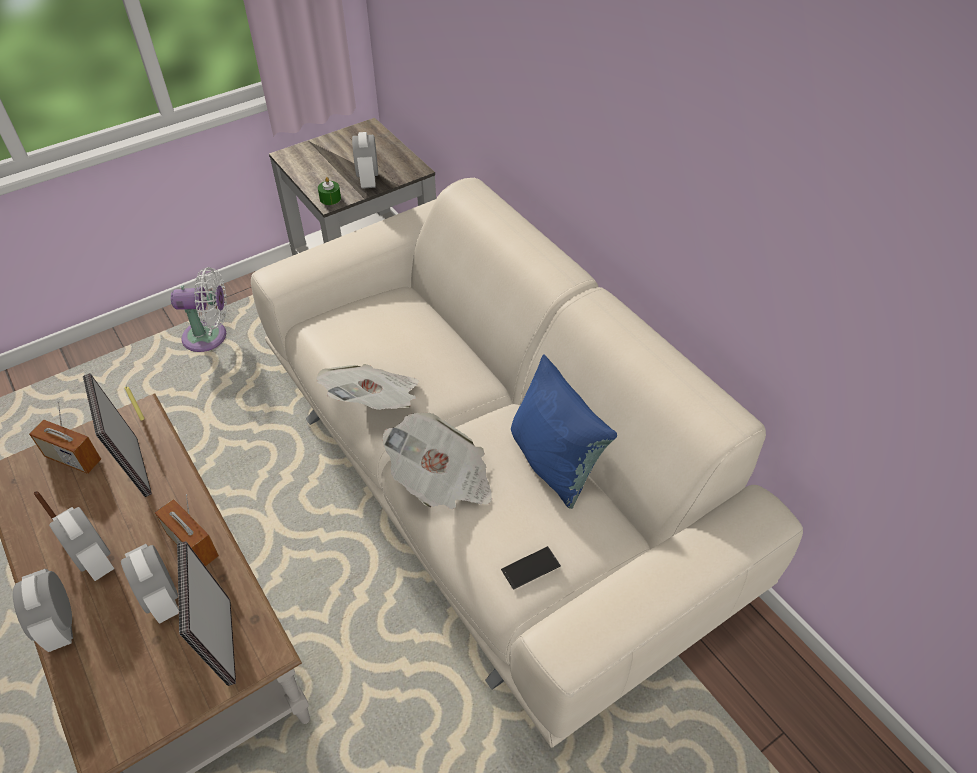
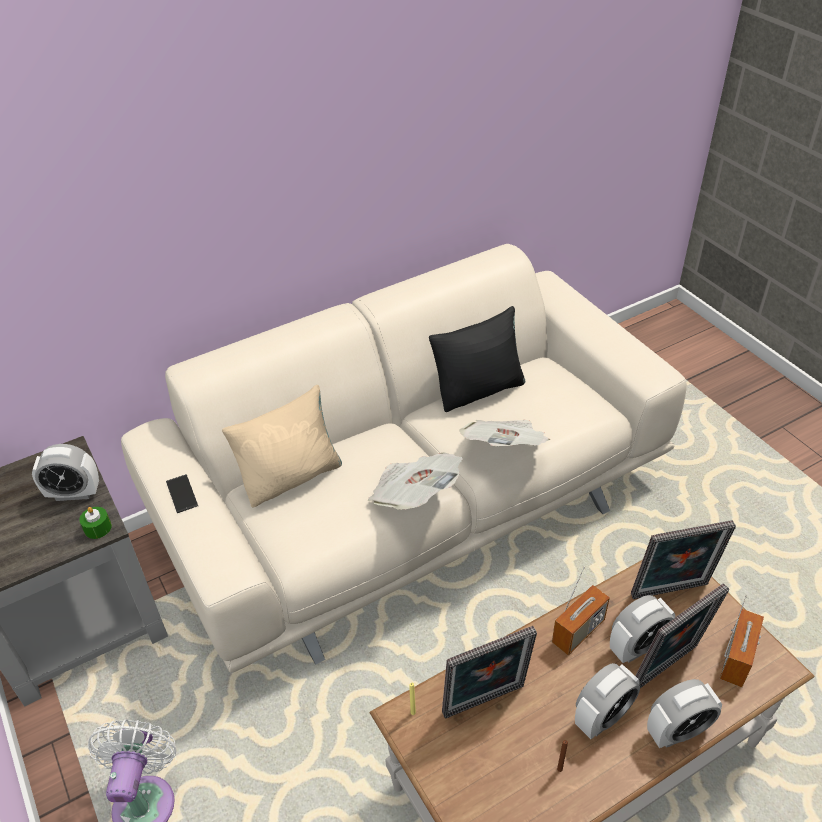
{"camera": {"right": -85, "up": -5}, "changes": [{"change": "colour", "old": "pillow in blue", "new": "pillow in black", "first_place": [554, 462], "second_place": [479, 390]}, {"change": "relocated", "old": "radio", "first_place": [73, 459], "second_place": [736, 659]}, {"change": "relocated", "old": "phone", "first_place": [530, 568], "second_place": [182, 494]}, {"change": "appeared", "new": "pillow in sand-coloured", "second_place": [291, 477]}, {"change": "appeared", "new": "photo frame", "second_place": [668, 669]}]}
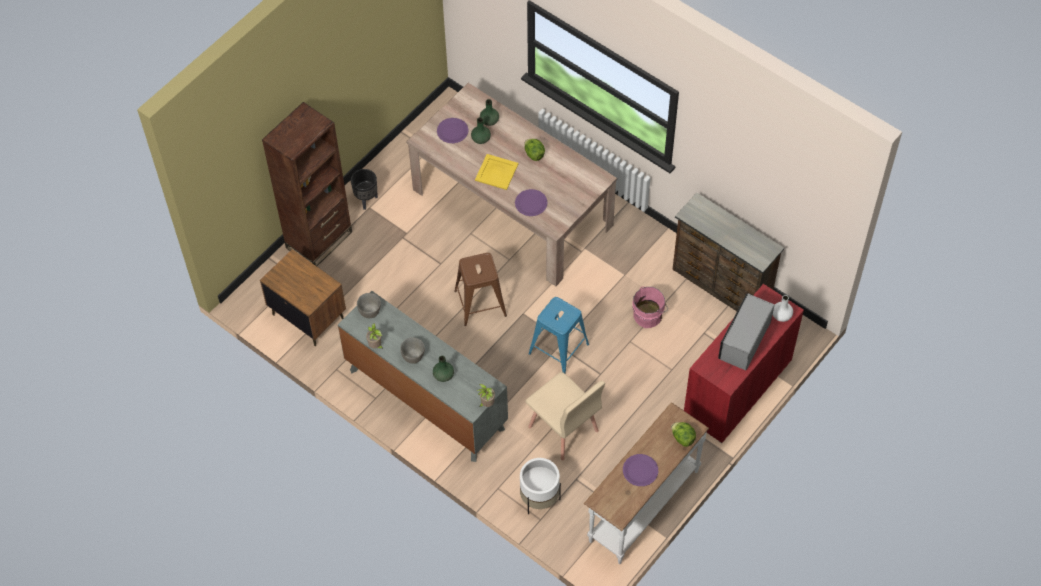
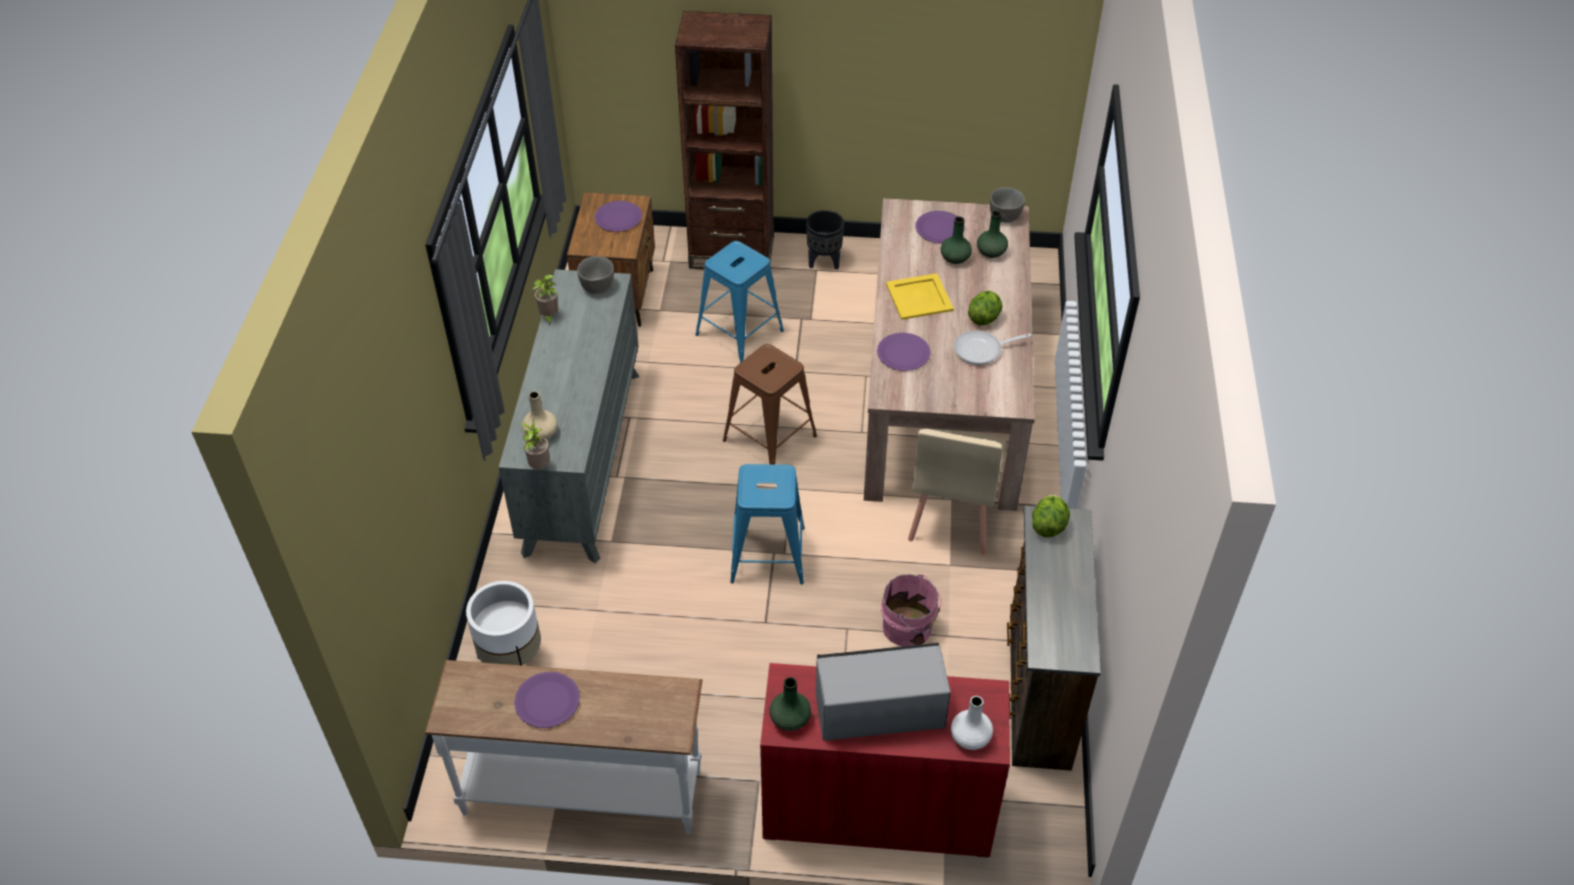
{"camera": {"right": 55, "up": -10}, "changes": [{"change": "relocated", "old": "serving bowl in greyish", "first_place": [413, 356], "second_place": [1005, 216]}, {"change": "relocated", "old": "flower vase in green-coloured", "first_place": [443, 375], "second_place": [790, 719]}, {"change": "relocated", "old": "chair in sand-coloured", "first_place": [563, 429], "second_place": [952, 518]}, {"change": "relocated", "old": "lettuce head", "first_place": [682, 438], "second_place": [1048, 525]}, {"change": "appeared", "new": "plate in purple-coloured", "second_place": [618, 218]}, {"change": "appeared", "new": "stool seat in blue", "second_place": [739, 333]}, {"change": "appeared", "new": "frying pan", "second_place": [982, 350]}, {"change": "appeared", "new": "flower vase in sand-coloured", "second_place": [541, 434]}]}
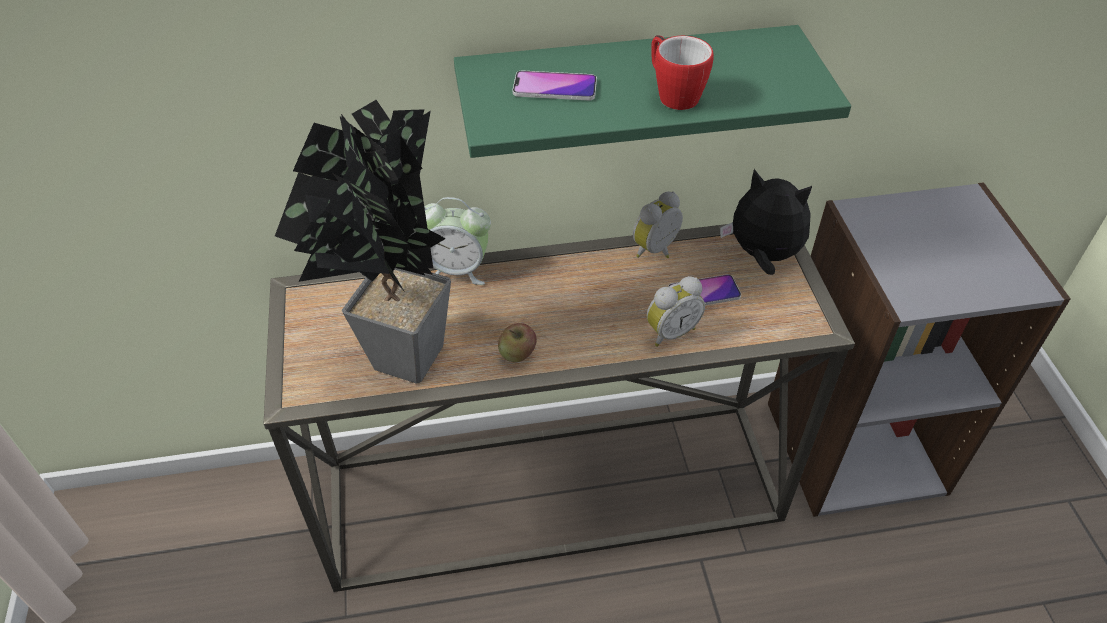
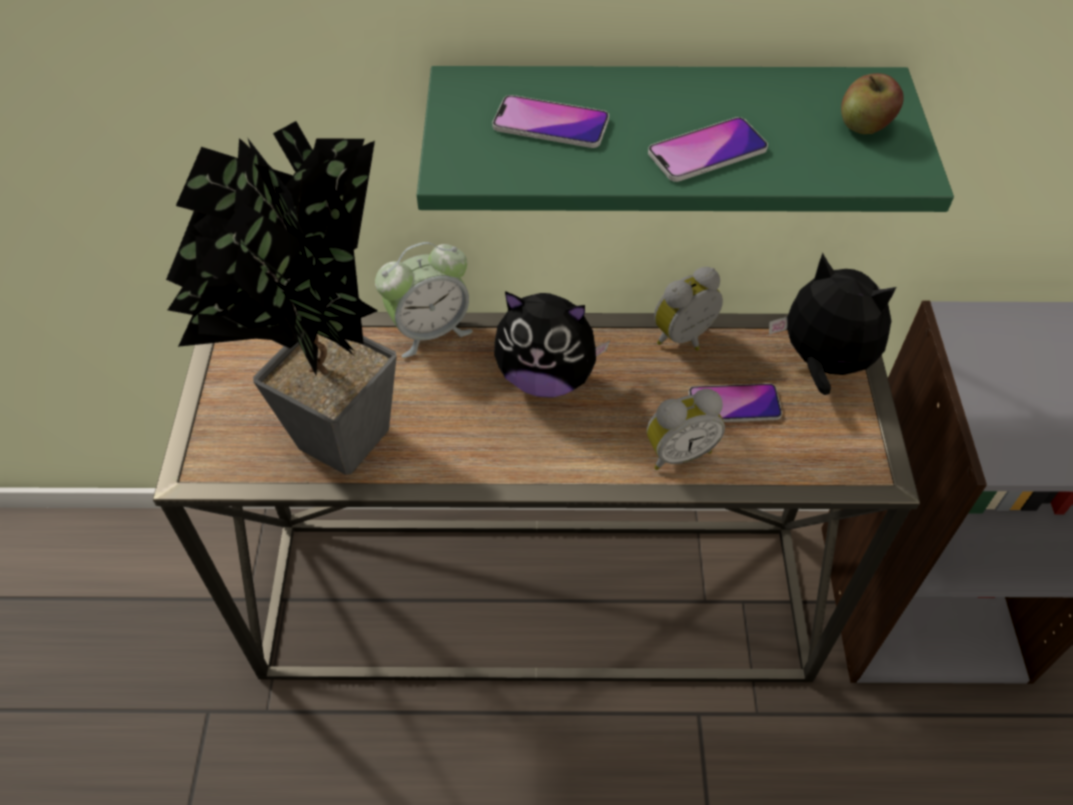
{"camera": {"right": 10, "up": 5}, "changes": [{"change": "exchanged", "old": "coffee mug", "new": "phone", "first_place": [673, 94], "second_place": [707, 151]}, {"change": "spun", "old": "bedside clock", "first_place": [458, 269], "second_place": [429, 330], "degrees": -45}, {"change": "relocated", "old": "apple", "first_place": [517, 353], "second_place": [864, 125]}, {"change": "appeared", "new": "soft toy", "second_place": [546, 377]}]}
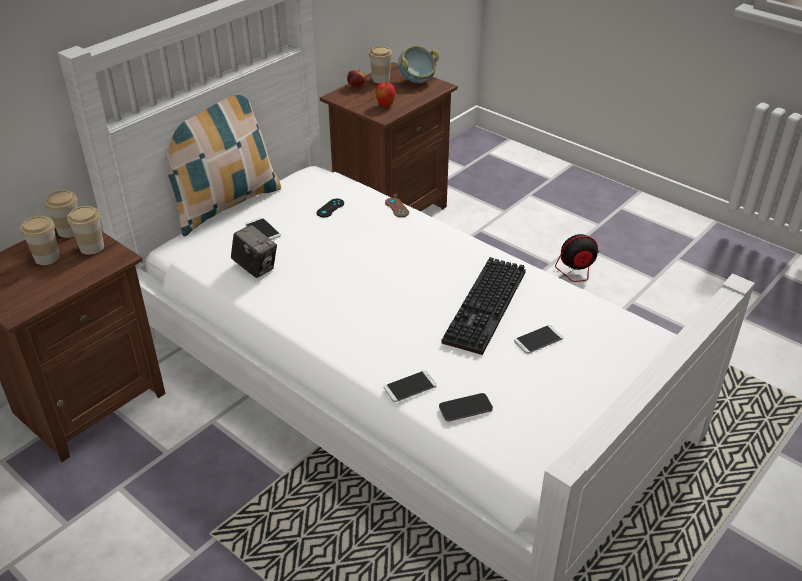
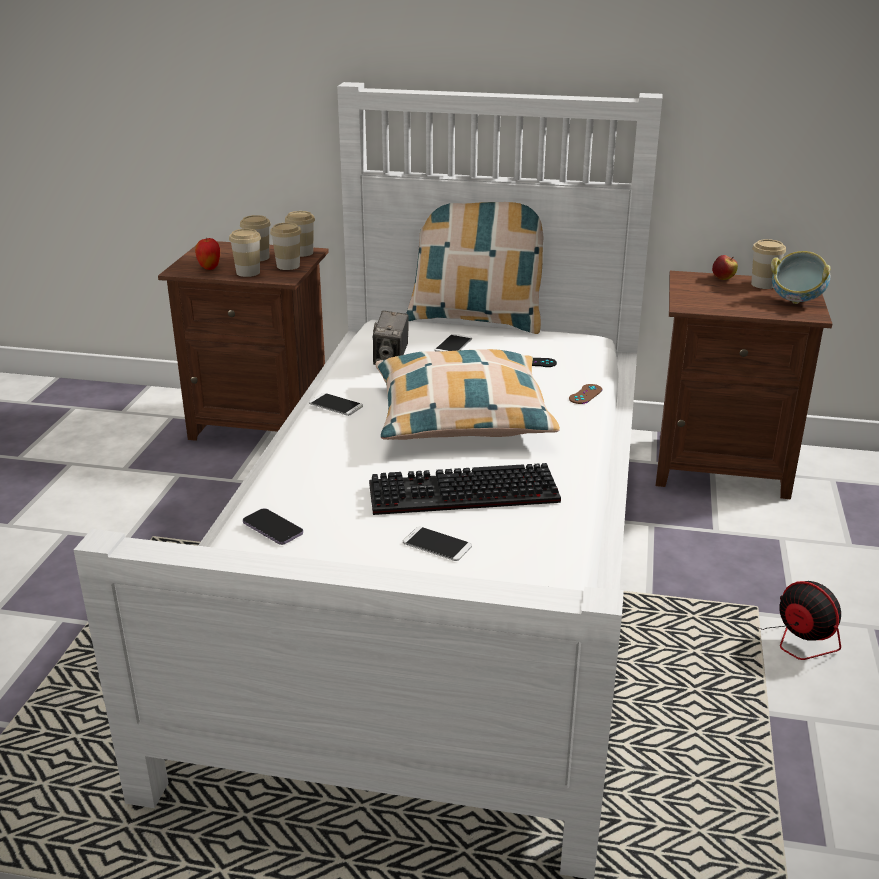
{"camera": {"right": 60, "up": -10}, "changes": [{"change": "relocated", "old": "apple", "first_place": [385, 106], "second_place": [209, 268]}, {"change": "relocated", "old": "phone", "first_place": [410, 387], "second_place": [335, 405]}, {"change": "appeared", "new": "cup", "second_place": [248, 272]}, {"change": "appeared", "new": "pillow", "second_place": [462, 416]}]}
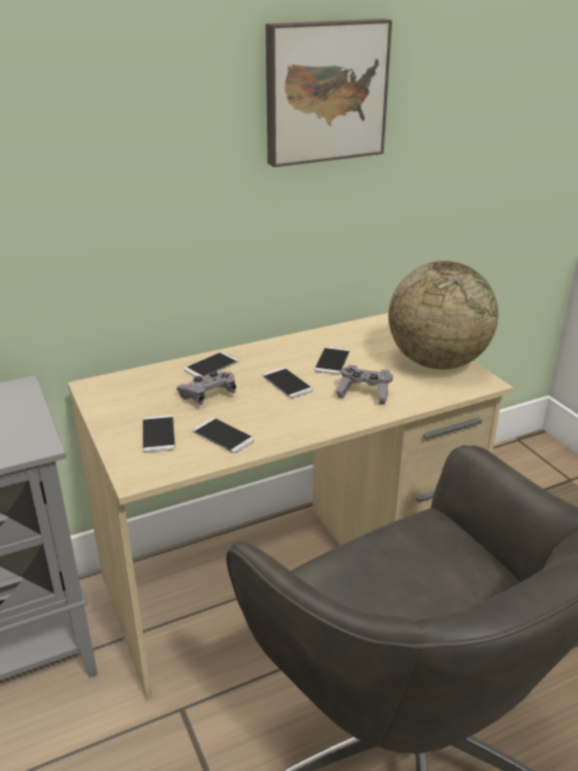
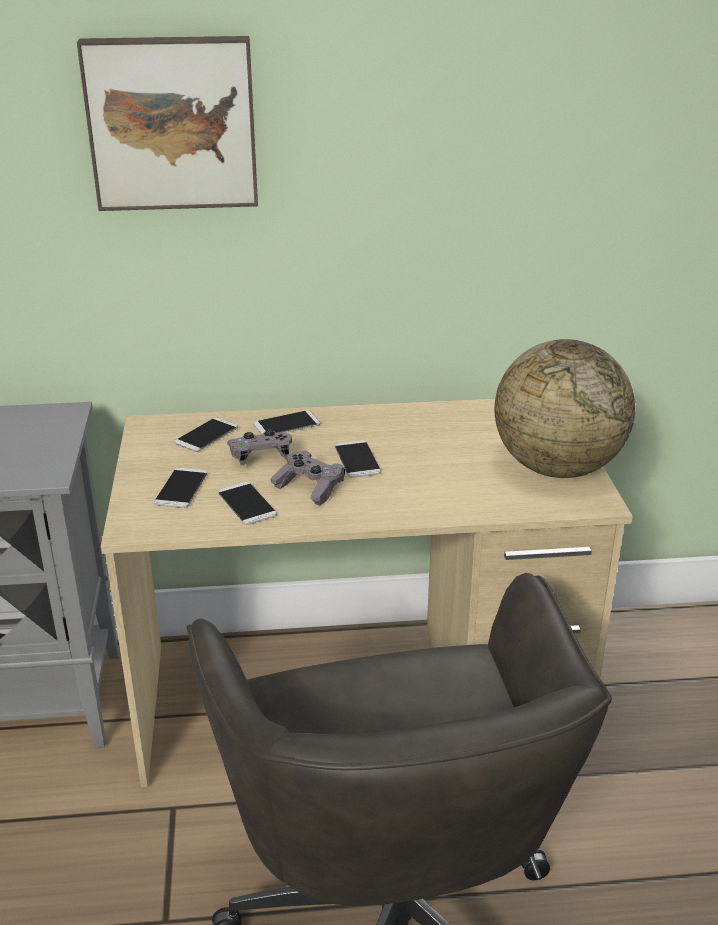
{"camera": {"right": 20, "up": 0}, "changes": [{"change": "relocated", "old": "picture", "first_place": [324, 92], "second_place": [172, 123]}, {"change": "relocated", "old": "phone", "first_place": [332, 361], "second_place": [206, 435]}, {"change": "relocated", "old": "gamepad in greyish", "first_place": [364, 393], "second_place": [309, 488]}]}
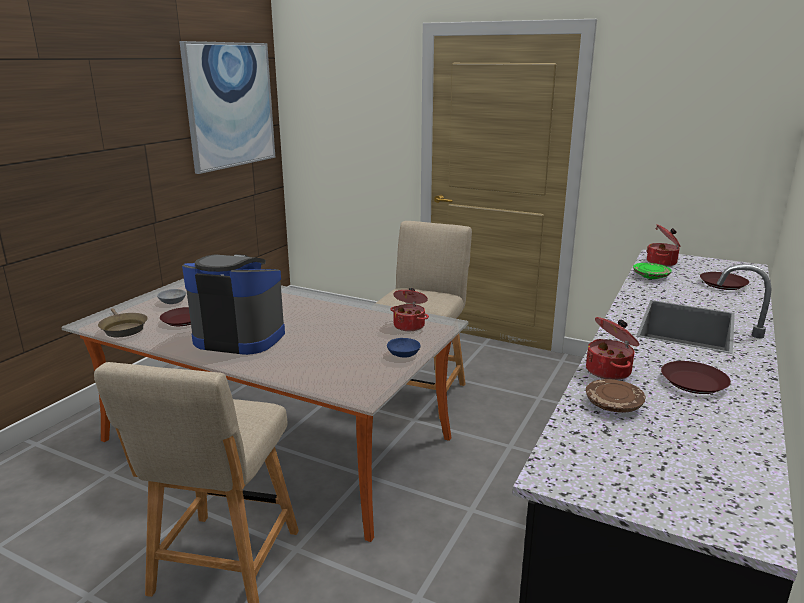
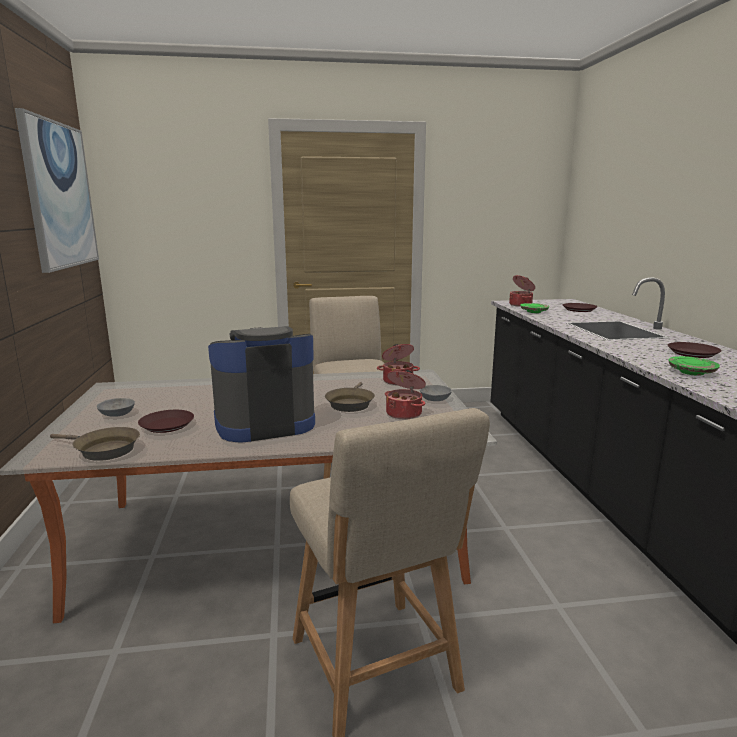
{"camera": {"right": -35, "up": -5}, "changes": [{"change": "relocated", "old": "saucepot", "first_place": [609, 371], "second_place": [404, 413]}, {"change": "colour", "old": "serving bowl in blue", "new": "serving bowl in greyish", "first_place": [403, 354], "second_place": [435, 399]}, {"change": "colour", "old": "plate in brown", "new": "plate in green-coloured", "first_place": [614, 405], "second_place": [692, 372]}, {"change": "appeared", "new": "frying pan in brown", "second_place": [350, 403]}]}
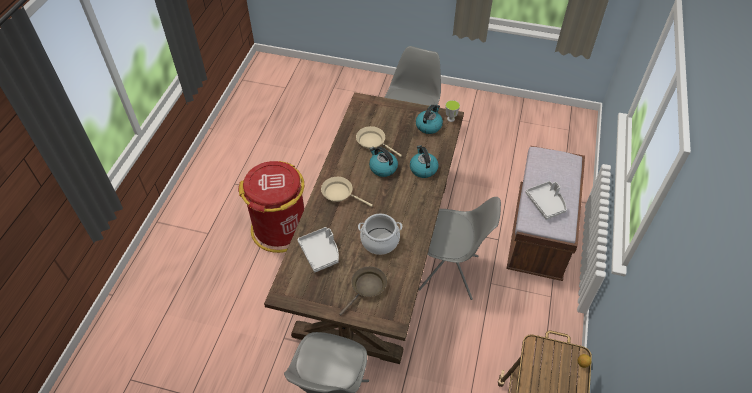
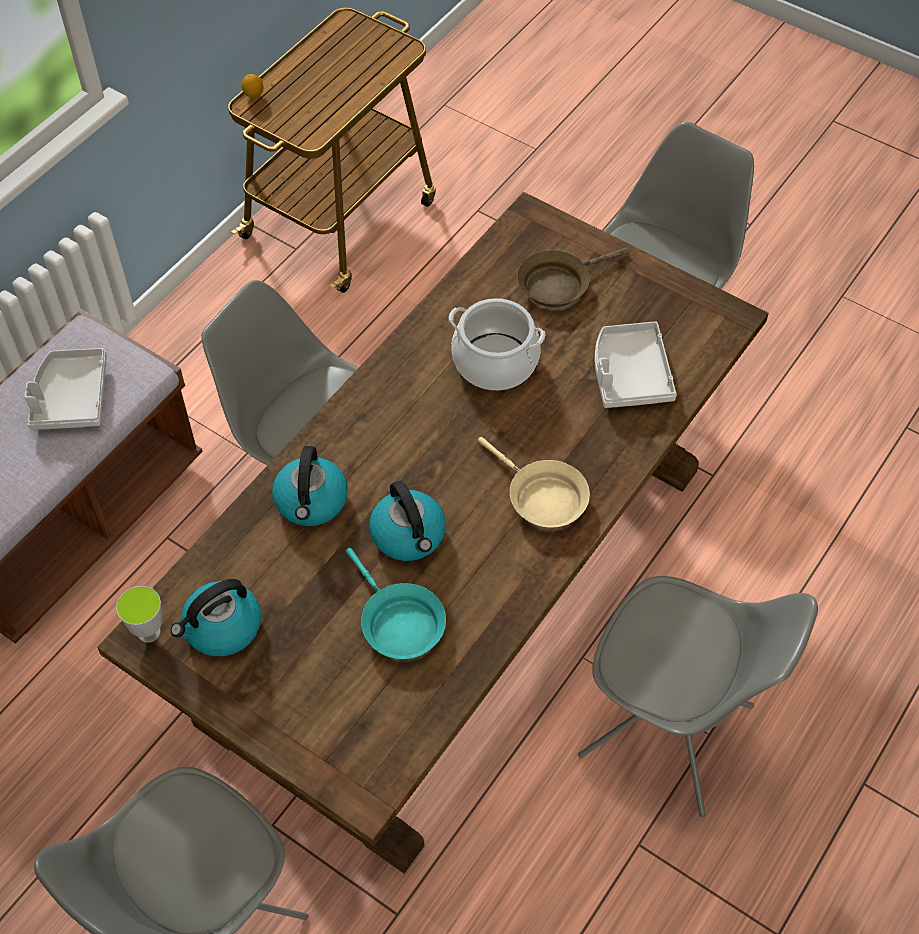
{"camera": {"right": -160, "up": 5}, "changes": [{"change": "colour", "old": "frying pan in sand-coloured", "new": "frying pan in turquoise", "first_place": [373, 142], "second_place": [398, 622]}, {"change": "exchanged", "old": "rubbish bin in red-coloured", "new": "chair in greyish", "first_place": [281, 229], "second_place": [670, 733]}]}
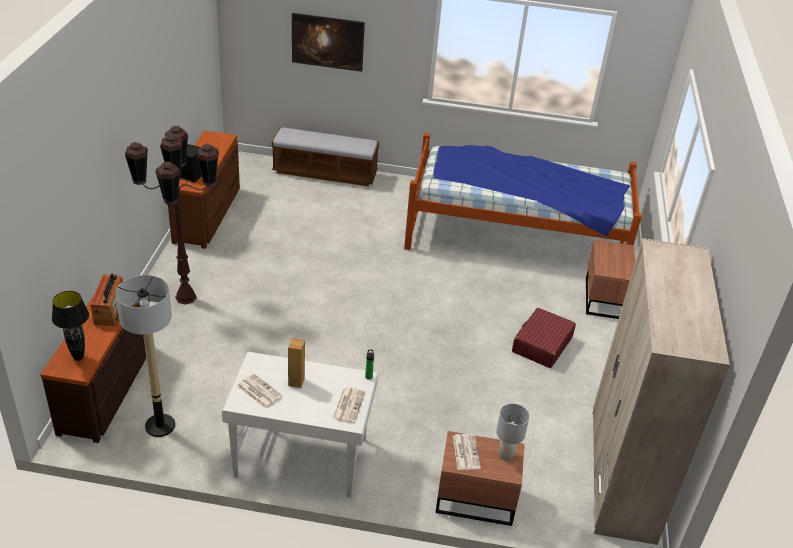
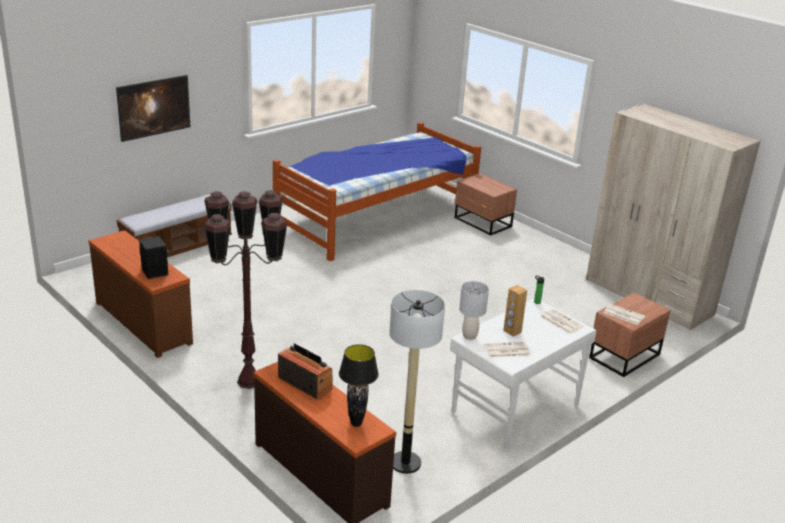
{"camera": {"right": -50, "up": -10}, "changes": [{"change": "missing", "old": "travel case in red-coloured", "first_place": [541, 345]}, {"change": "relocated", "old": "table lamp in greyish", "first_place": [506, 455], "second_place": [469, 336]}]}
